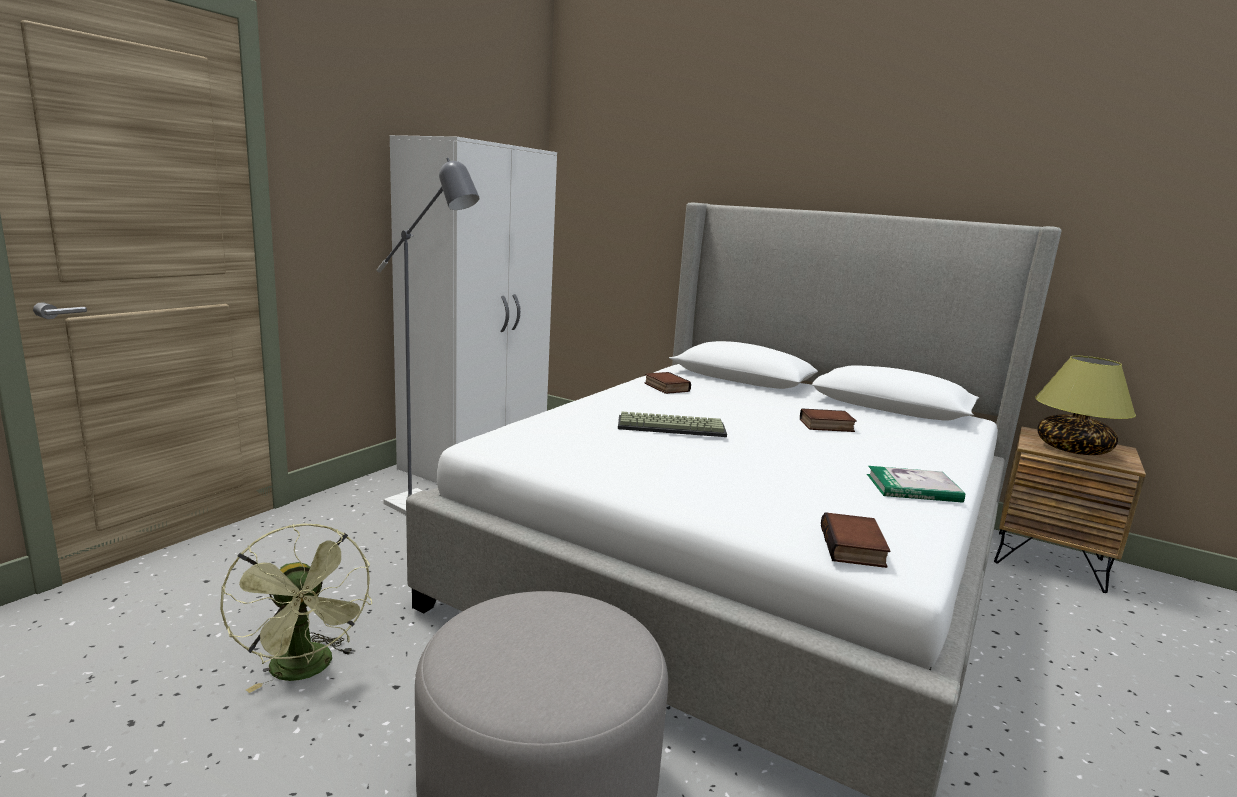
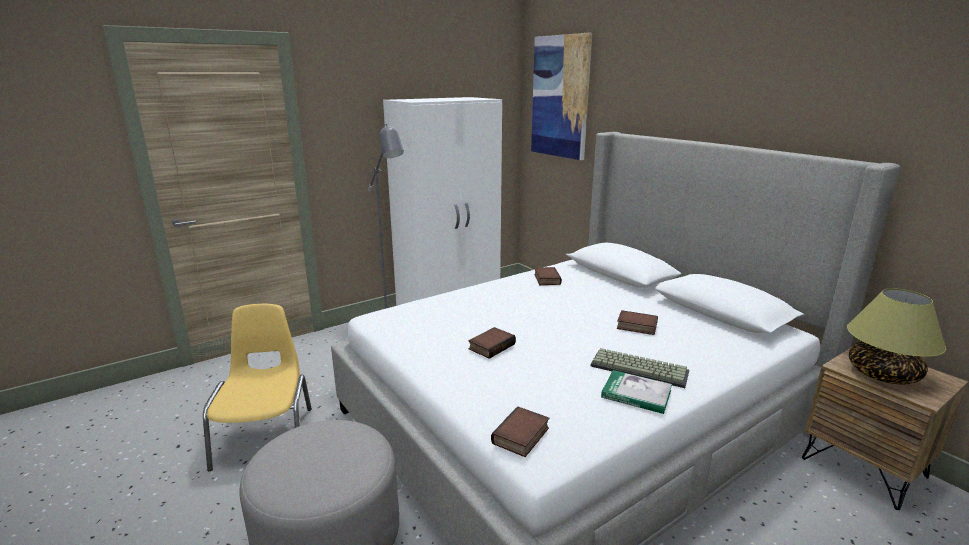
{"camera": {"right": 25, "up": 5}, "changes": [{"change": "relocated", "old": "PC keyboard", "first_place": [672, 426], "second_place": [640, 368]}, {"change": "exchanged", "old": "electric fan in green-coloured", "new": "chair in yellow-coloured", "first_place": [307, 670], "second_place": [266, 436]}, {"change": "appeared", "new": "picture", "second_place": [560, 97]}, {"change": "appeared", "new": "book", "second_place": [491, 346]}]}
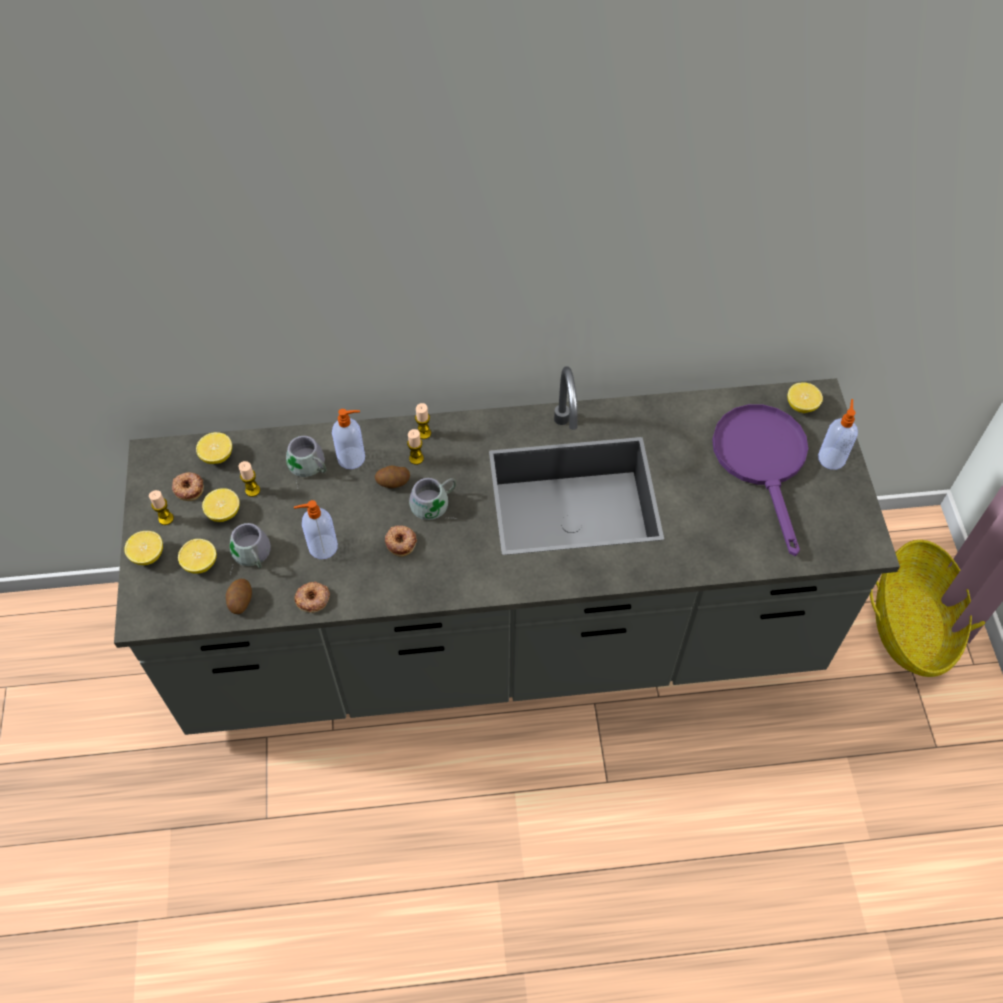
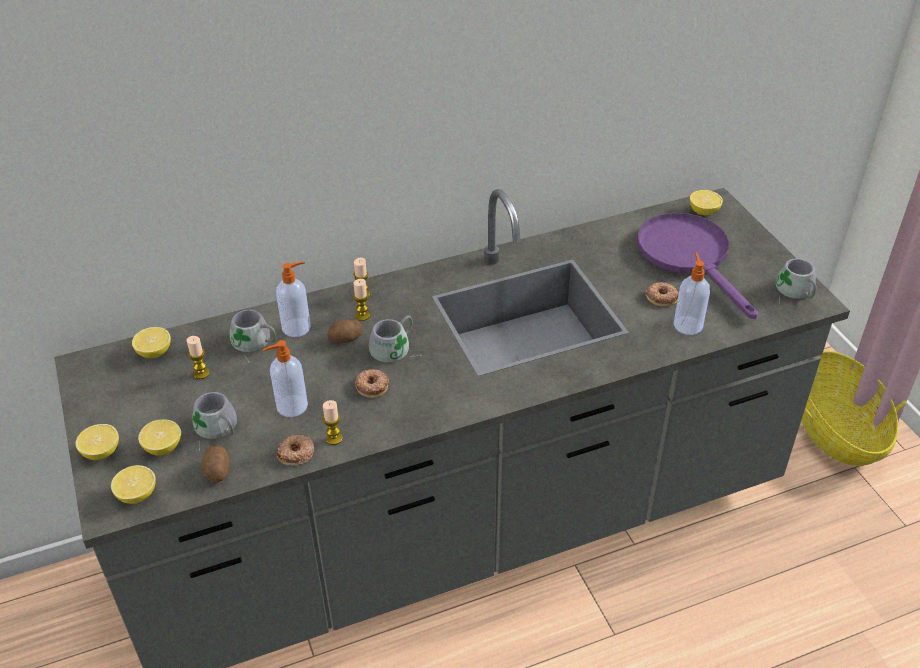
{"camera": {"right": -15, "up": -15}, "changes": [{"change": "relocated", "old": "soap dispenser", "first_place": [831, 457], "second_place": [687, 324]}, {"change": "relocated", "old": "doughnut", "first_place": [188, 488], "second_place": [661, 297]}, {"change": "relocated", "old": "lemon", "first_place": [224, 512], "second_place": [137, 495]}, {"change": "relocated", "old": "wax light", "first_place": [166, 518], "second_place": [334, 438]}, {"change": "appeared", "new": "coffee mug in greyish", "second_place": [793, 292]}]}
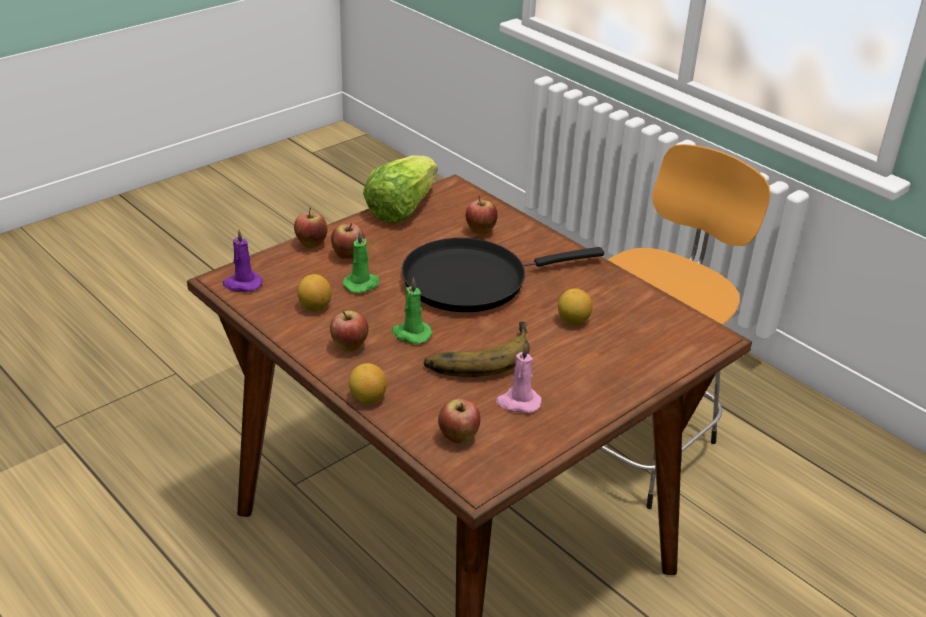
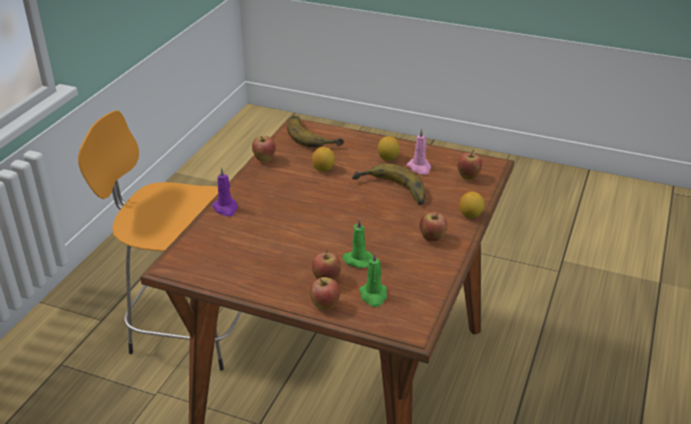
{"camera": {"right": -115, "up": 0}, "changes": [{"change": "missing", "old": "lettuce head", "first_place": [401, 209]}, {"change": "relocated", "old": "apple", "first_place": [480, 232], "second_place": [264, 160]}, {"change": "relocated", "old": "wax light in purple-coloured", "first_place": [242, 284], "second_place": [226, 208]}, {"change": "missing", "old": "frying pan in black", "first_place": [472, 280]}, {"change": "relocated", "old": "lemon", "first_place": [314, 307], "second_place": [388, 158]}, {"change": "relocated", "old": "wax light in green-coloured", "first_place": [411, 334], "second_place": [373, 296]}, {"change": "appeared", "new": "banana fruit", "second_place": [314, 135]}]}
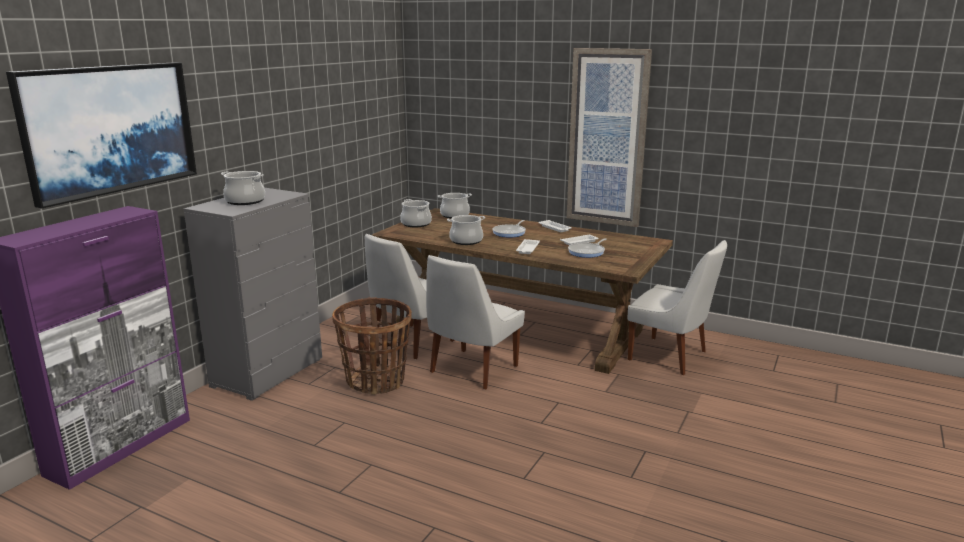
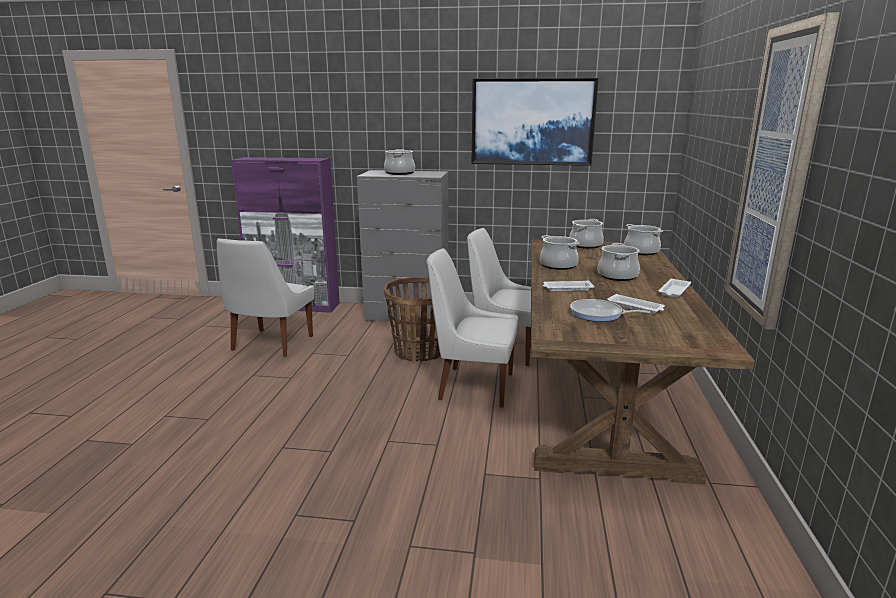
{"camera": {"right": 70, "up": 0}, "changes": [{"change": "relocated", "old": "picture", "first_place": [110, 129], "second_place": [532, 122]}, {"change": "exchanged", "old": "frying pan", "new": "saucepot", "first_place": [510, 232], "second_place": [617, 276]}, {"change": "relocated", "old": "chair in whitish", "first_place": [670, 356], "second_place": [271, 344]}]}
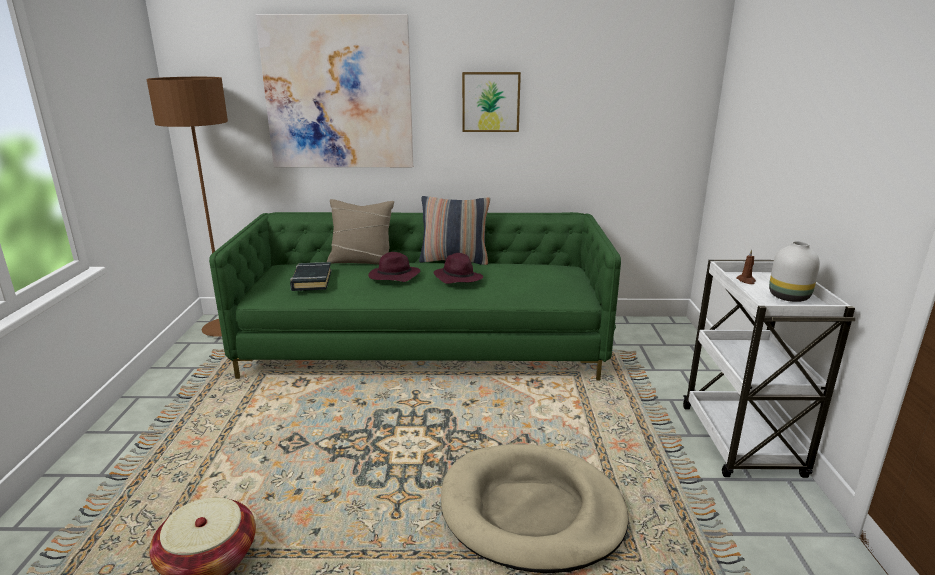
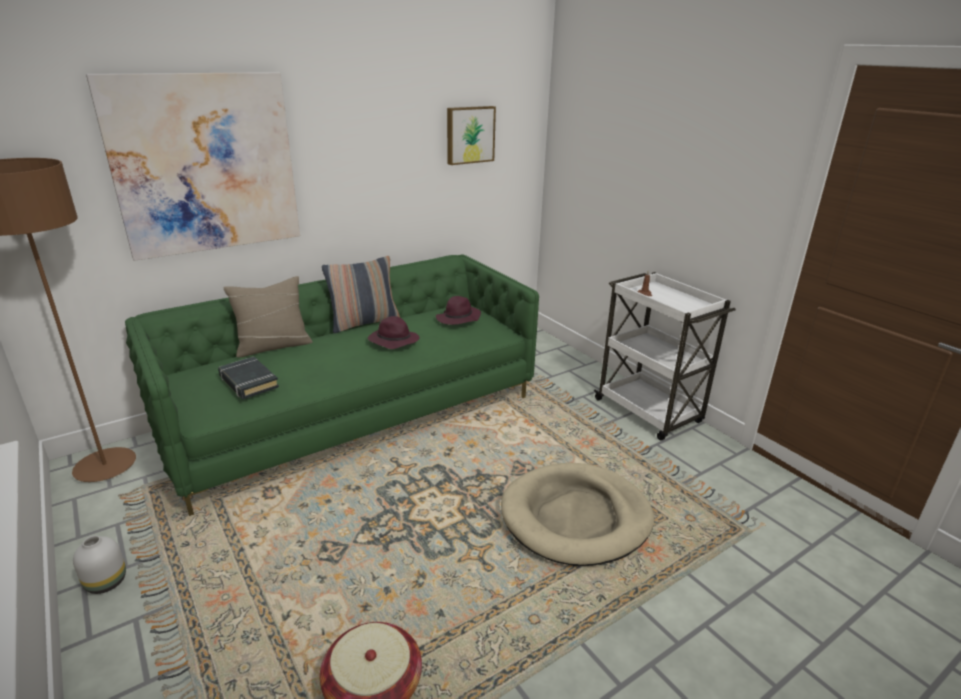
{"camera": {"right": -35, "up": 5}, "changes": [{"change": "relocated", "old": "picture", "first_place": [490, 102], "second_place": [469, 135]}, {"change": "relocated", "old": "flower vase in whitish", "first_place": [787, 297], "second_place": [105, 582]}, {"change": "relocated", "old": "wearable hat in purple-coloured", "first_place": [393, 277], "second_place": [458, 319]}]}
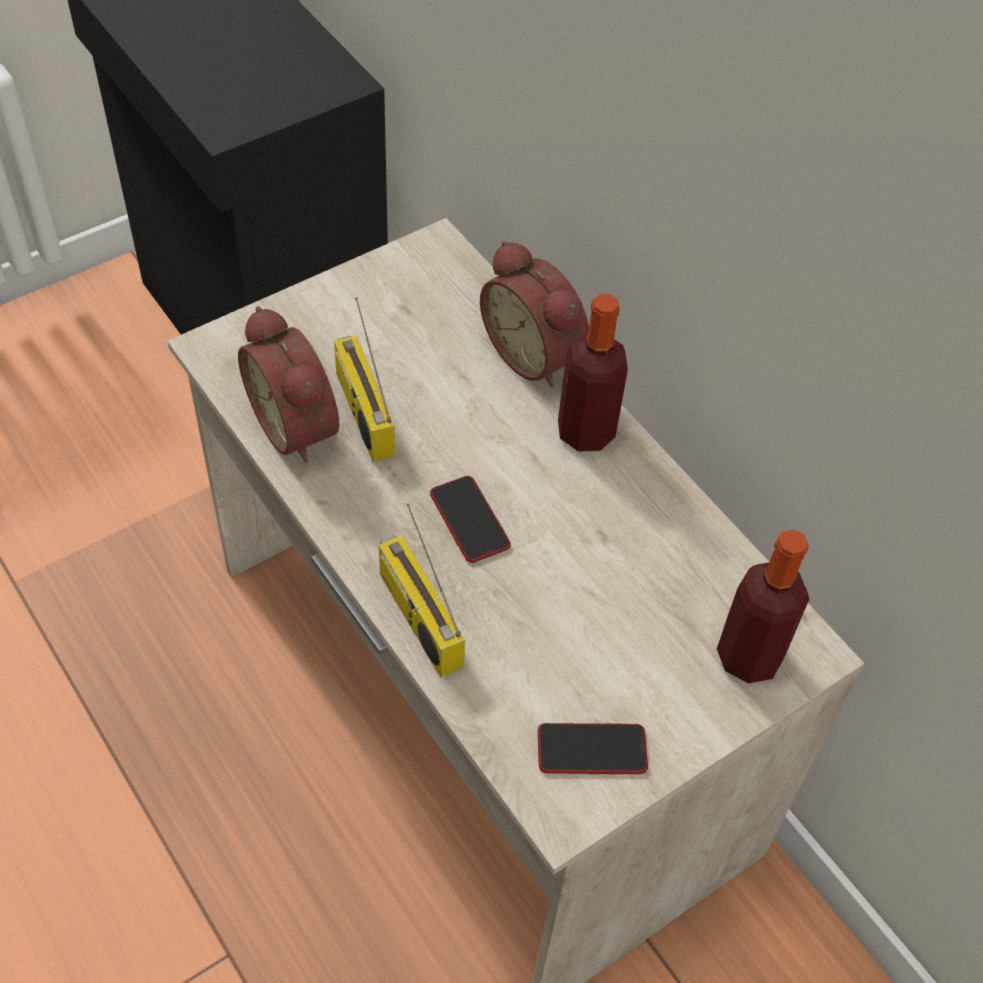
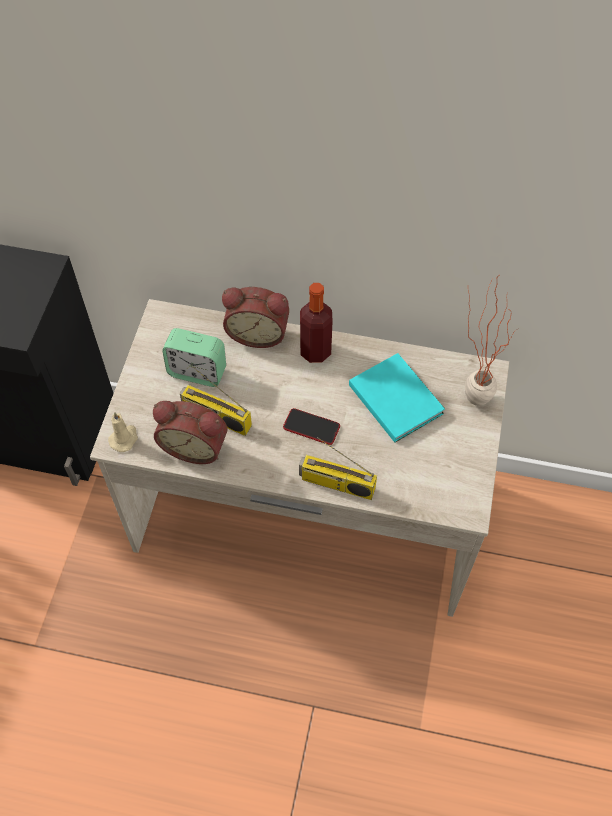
{"camera": {"right": -40, "up": 5}, "changes": [{"change": "exchanged", "old": "bottle", "new": "houseplant", "first_place": [748, 657], "second_place": [469, 393]}, {"change": "missing", "old": "phone", "first_place": [592, 750]}, {"change": "appeared", "new": "bedside clock", "second_place": [197, 372]}, {"change": "appeared", "new": "book in turquoise", "second_place": [395, 397]}, {"change": "appeared", "new": "wax light in sand-coloured", "second_place": [124, 438]}]}
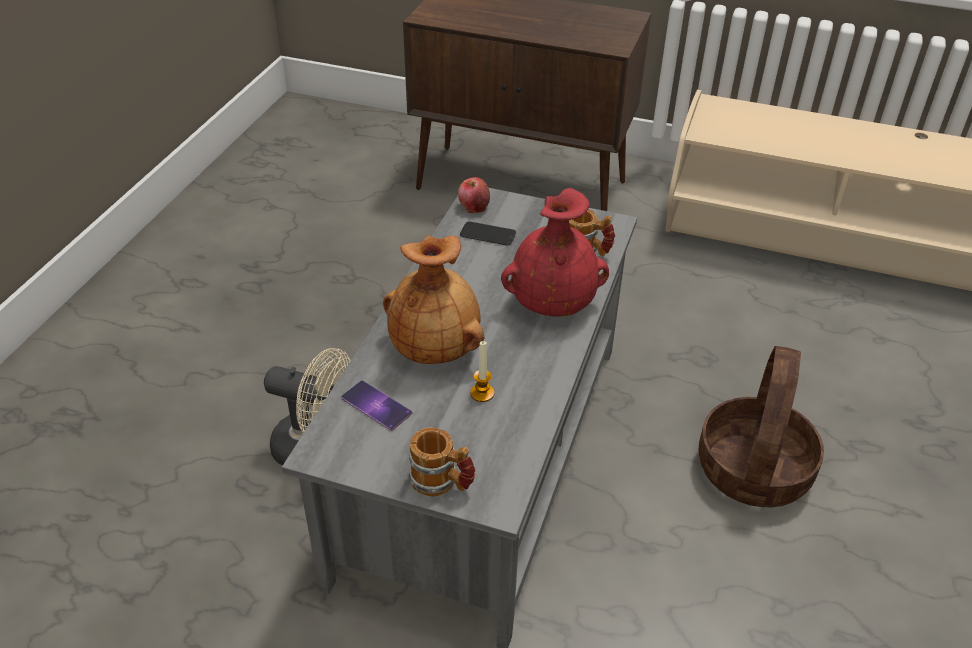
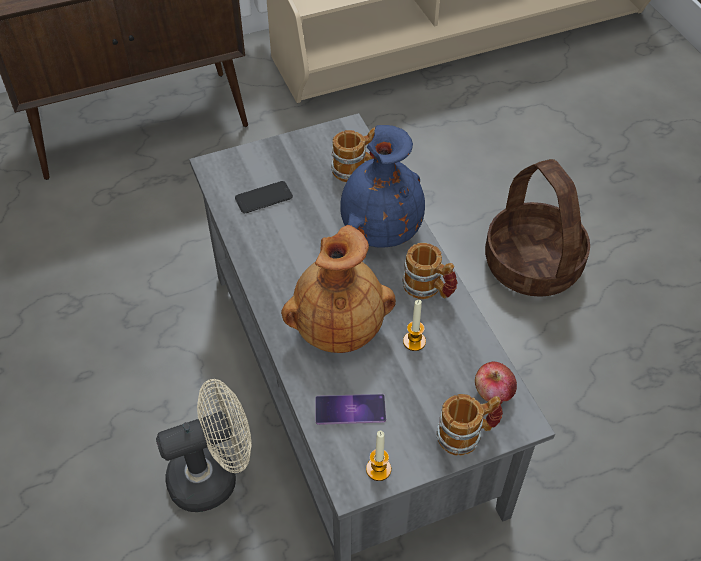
{"camera": {"right": -40, "up": 10}, "changes": [{"change": "relocated", "old": "apple", "first_place": [473, 206], "second_place": [493, 393]}, {"change": "colour", "old": "flower vase in red-coloured", "new": "flower vase in blue", "first_place": [552, 303], "second_place": [380, 230]}, {"change": "appeared", "new": "coffee mug", "second_place": [428, 289]}, {"change": "appeared", "new": "wax light", "second_place": [378, 469]}]}
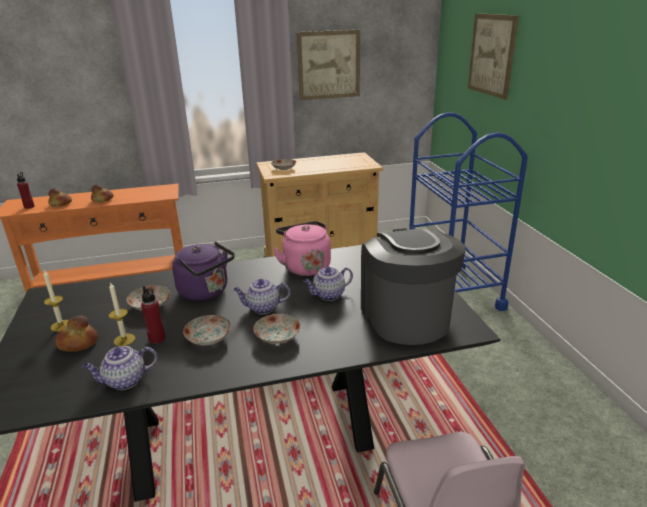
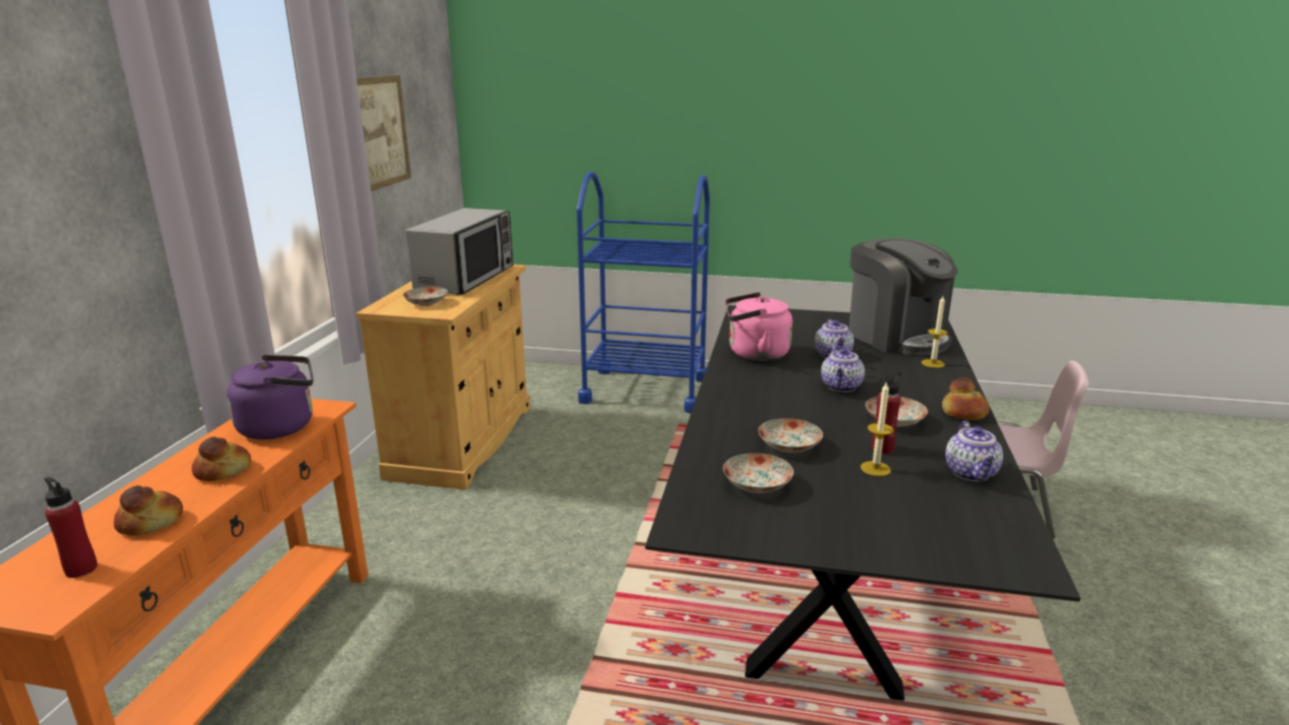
{"camera": {"right": -65, "up": -5}, "changes": [{"change": "missing", "old": "picture", "first_place": [492, 55]}, {"change": "spun", "old": "coffee maker", "first_place": [405, 317], "second_place": [896, 337], "degrees": -135}, {"change": "relocated", "old": "kettle in purple-coloured", "first_place": [206, 292], "second_place": [282, 426]}, {"change": "relocated", "old": "wax light", "first_place": [61, 325], "second_place": [932, 363]}, {"change": "relocated", "old": "plate", "first_place": [277, 336], "second_place": [757, 485]}, {"change": "relocated", "old": "baked bread", "first_place": [78, 343], "second_place": [963, 413]}, {"change": "appeared", "new": "microwave", "second_place": [466, 279]}]}
